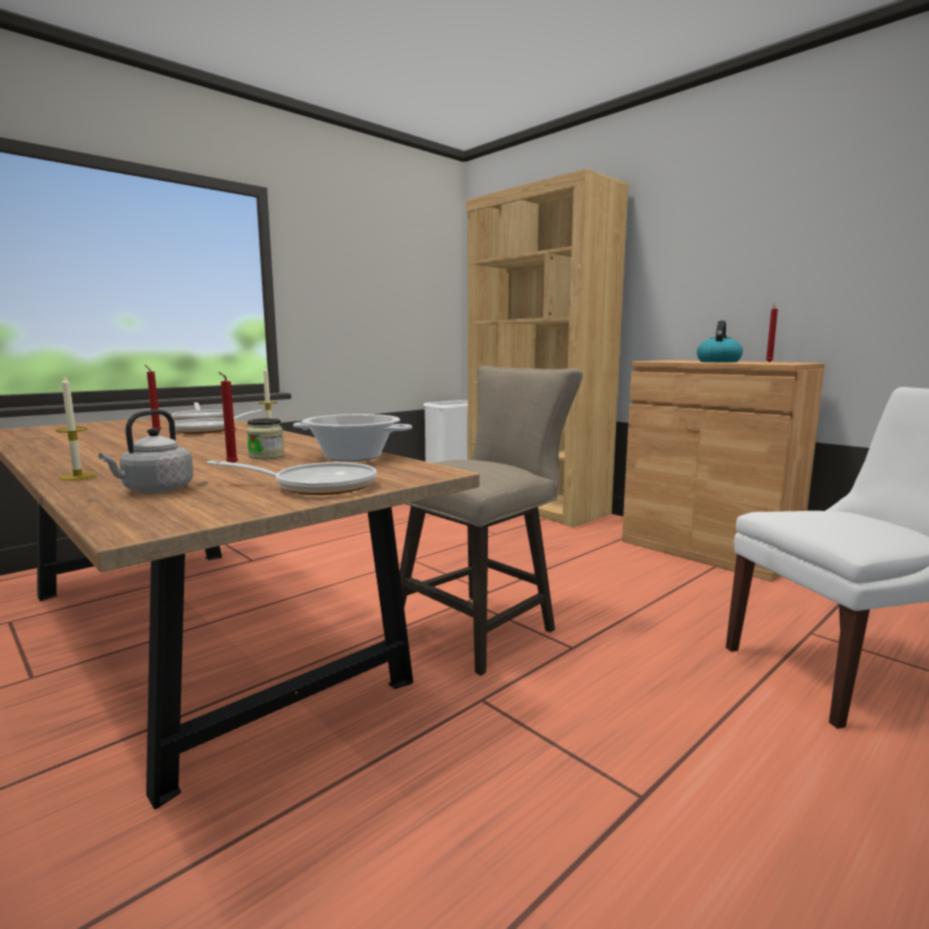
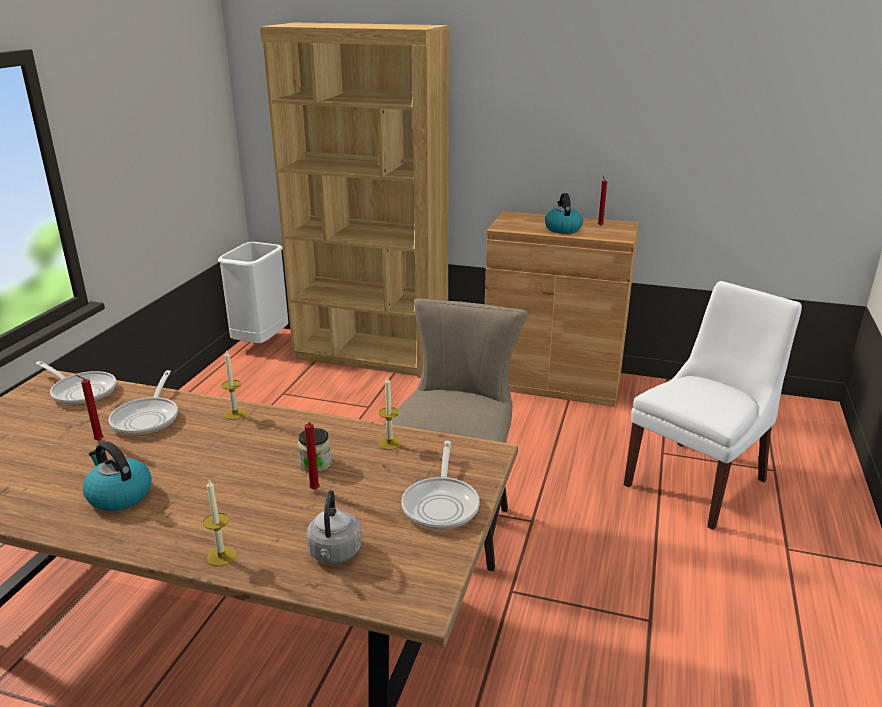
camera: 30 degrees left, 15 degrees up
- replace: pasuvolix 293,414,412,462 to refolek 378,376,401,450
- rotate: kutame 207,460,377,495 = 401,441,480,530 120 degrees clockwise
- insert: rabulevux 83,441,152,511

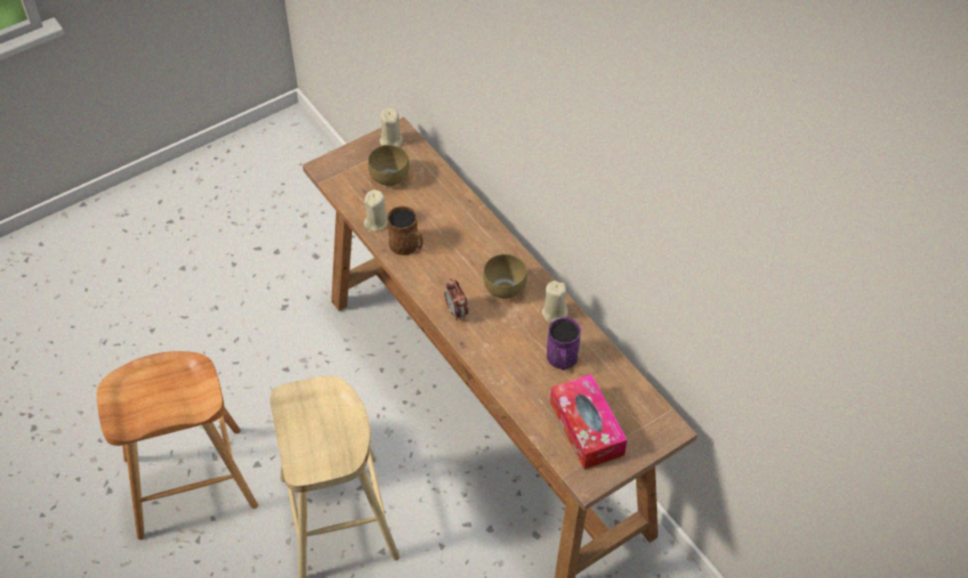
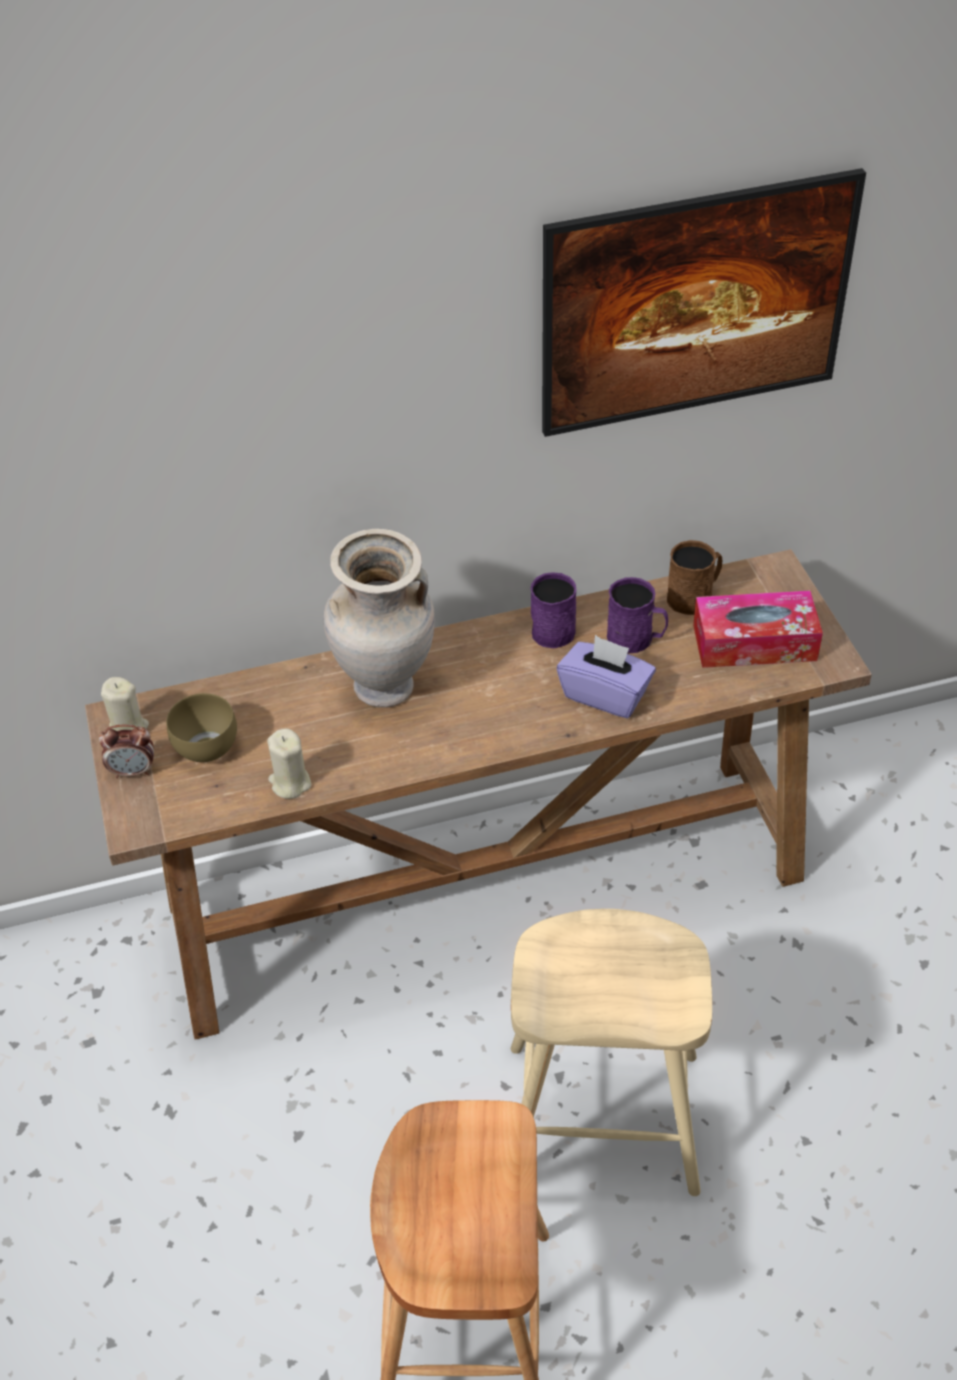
camera: 70 degrees left, 5 degrees down
- move: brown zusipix 387,206,423,255 to 667,540,722,615
- delete: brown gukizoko 483,254,527,299
- move: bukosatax 444,278,469,321 to 99,724,154,778
- replace: beige refolek 542,280,568,322 to purple zusipix 531,572,576,648
- insert: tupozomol 542,168,866,437
- insert: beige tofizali 323,529,435,708
- insert: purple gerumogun 557,635,656,718

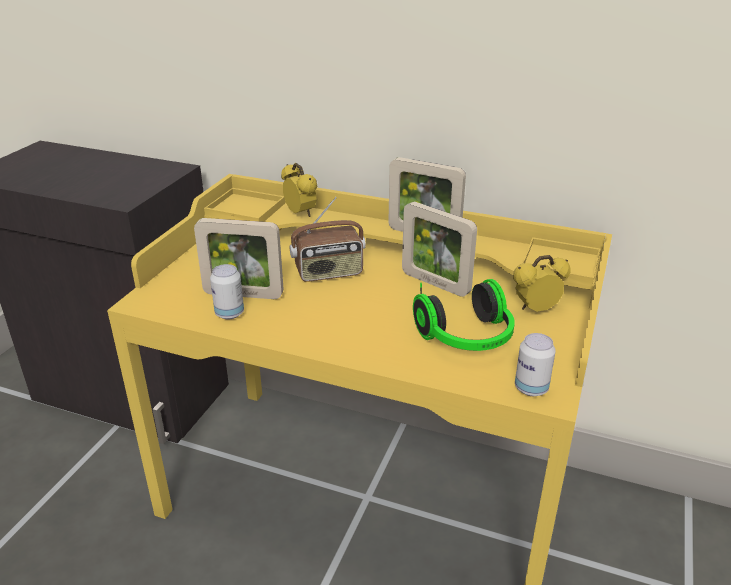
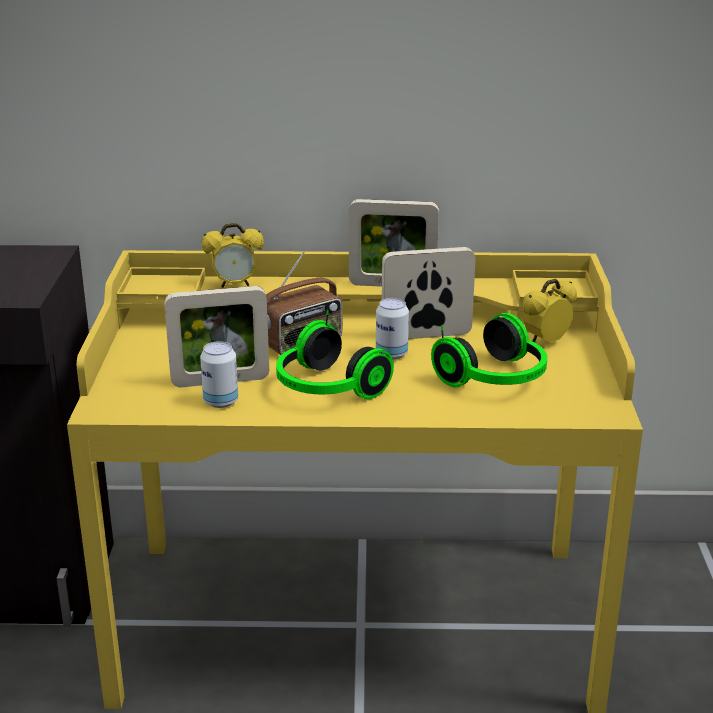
camera: 20 degrees left, 5 degrees down
- rotate: bukosatax 281,163,317,217 = 202,223,264,288 135 degrees clockwise
- rotate: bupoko 402,202,477,297 = 382,247,476,339 150 degrees clockwise
- move: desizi 515,333,556,396 to 376,298,409,359
- insert: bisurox 276,309,394,399

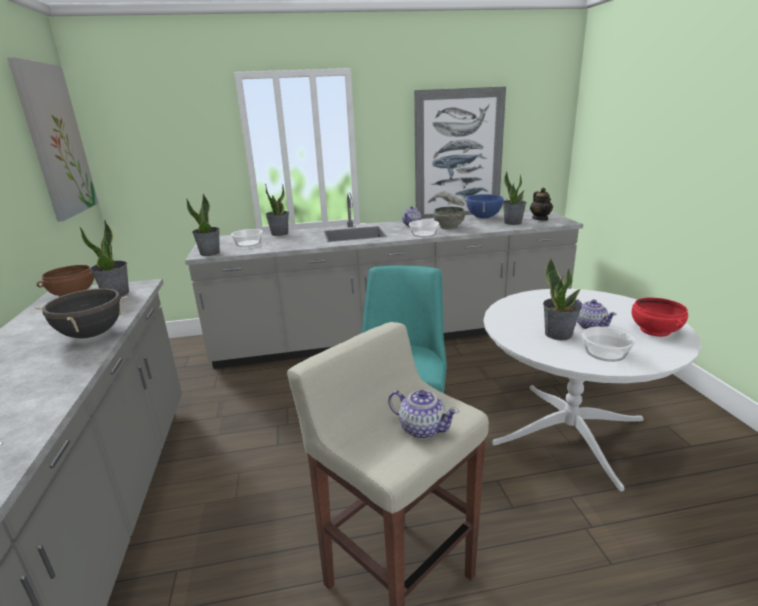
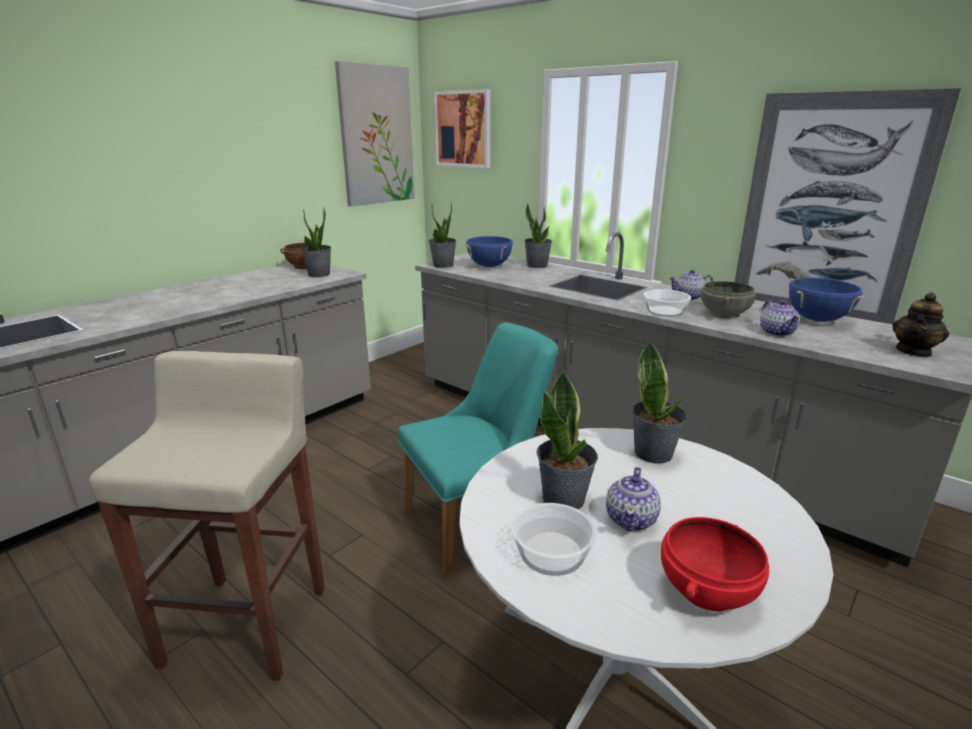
camera: 50 degrees right, 0 degrees up
- move: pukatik 503,171,527,225 to 632,340,687,464
- replace: gukizoko 231,229,263,247 to blue pasuvolix 464,236,514,267
- delete: black pasuvolix 35,288,128,338
- move: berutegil 388,390,459,439 to 760,300,801,337
- insert: tupozomol 434,89,491,168

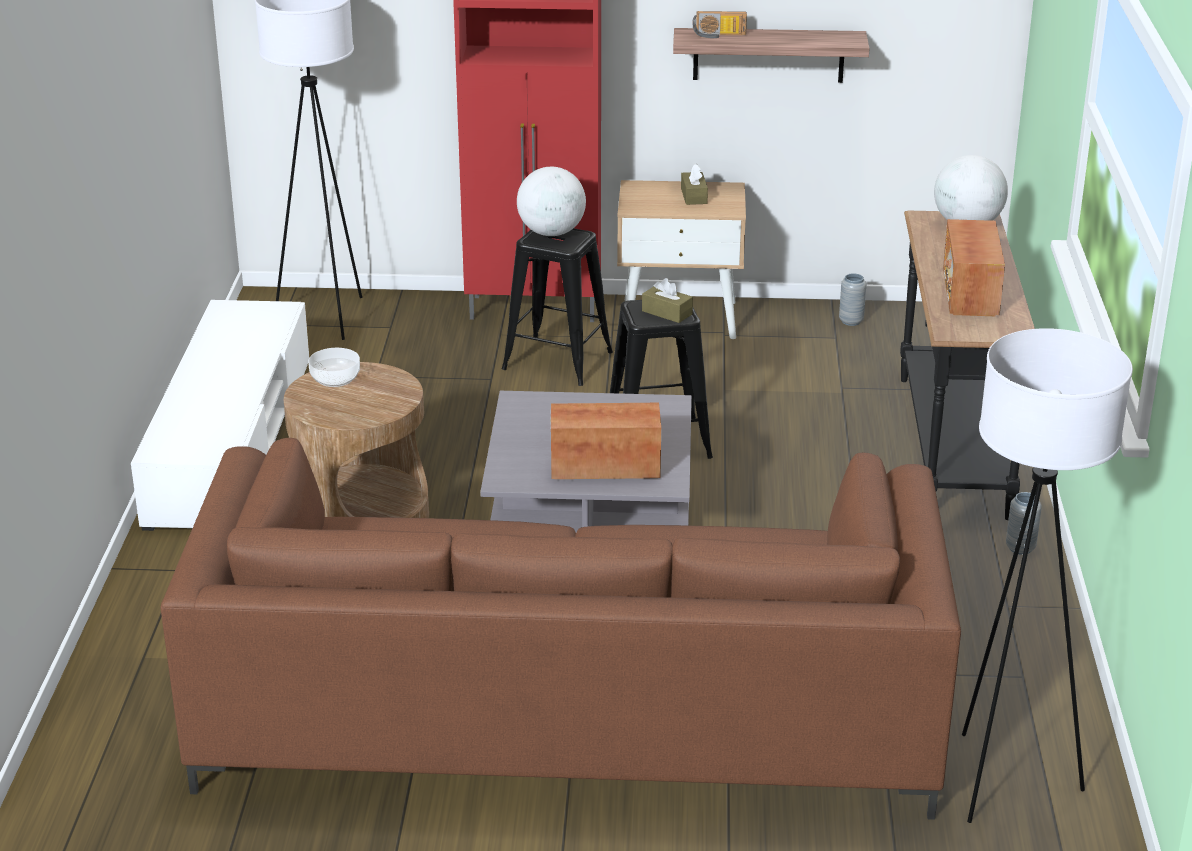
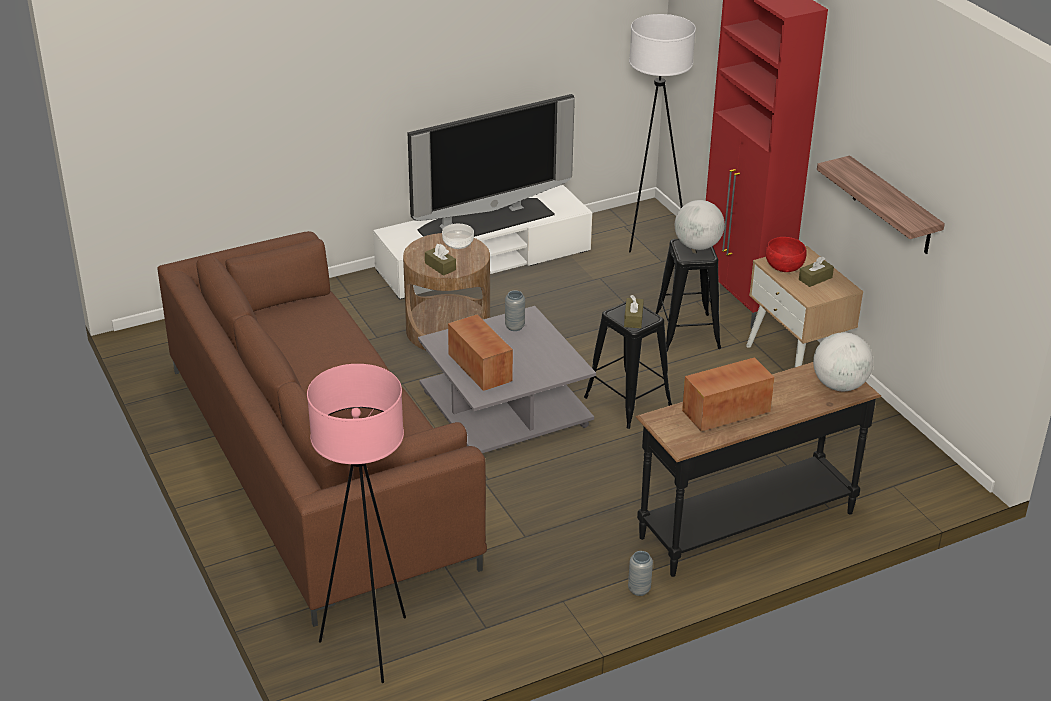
camera: 60 degrees right, 5 degrees up
- delete: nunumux 692,11,747,38
- move: grey tofizali 839,273,866,326 to 505,290,525,331
- recolor: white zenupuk 962,328,1133,823 to pink zenupuk 307,364,406,683
- insert: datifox 408,94,575,237
- insert: red gukizoko 765,237,807,272
- insert: brown gerumogun 425,244,456,276

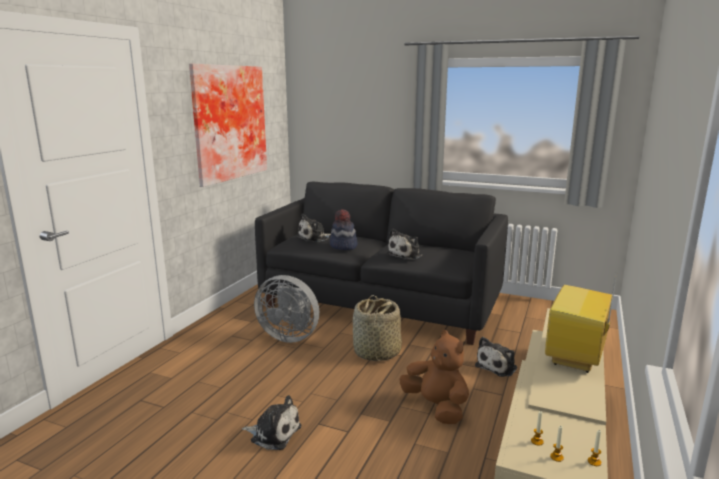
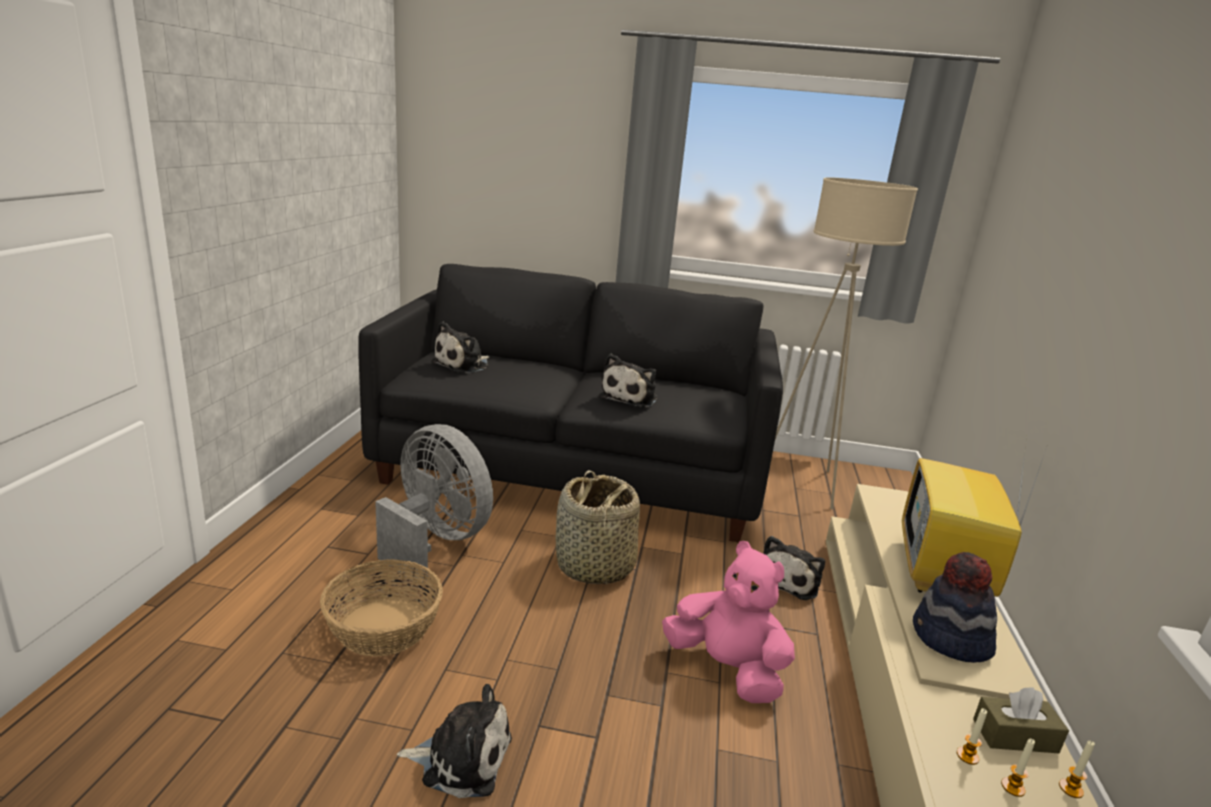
camera: 15 degrees left, 5 degrees up
- delete: tupozomol 189,64,267,187
- move: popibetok 330,209,357,250 to 913,552,997,663
- rotate: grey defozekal 254,275,319,343 = 375,424,493,582 150 degrees counterclockwise
- recolor: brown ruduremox 400,330,469,424 to pink ruduremox 662,541,795,703
- insert: beige zenupuk 775,178,918,509
- insert: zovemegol 320,559,443,657
- insert: brown gerumogun 973,688,1069,753

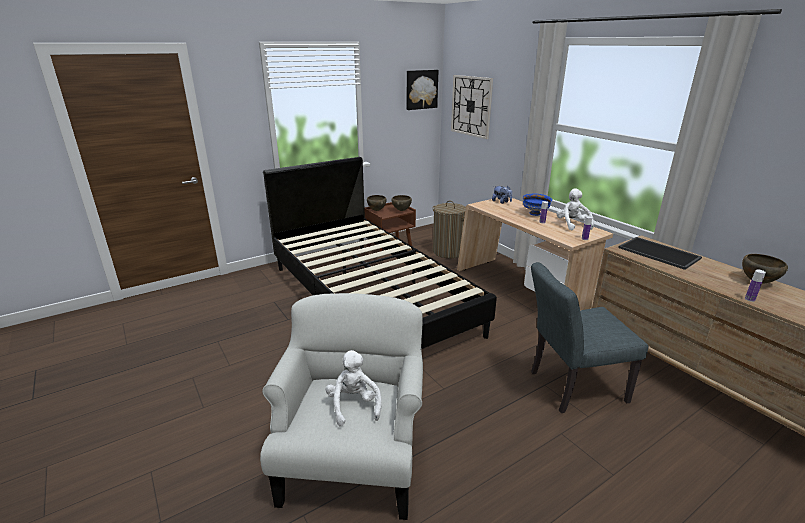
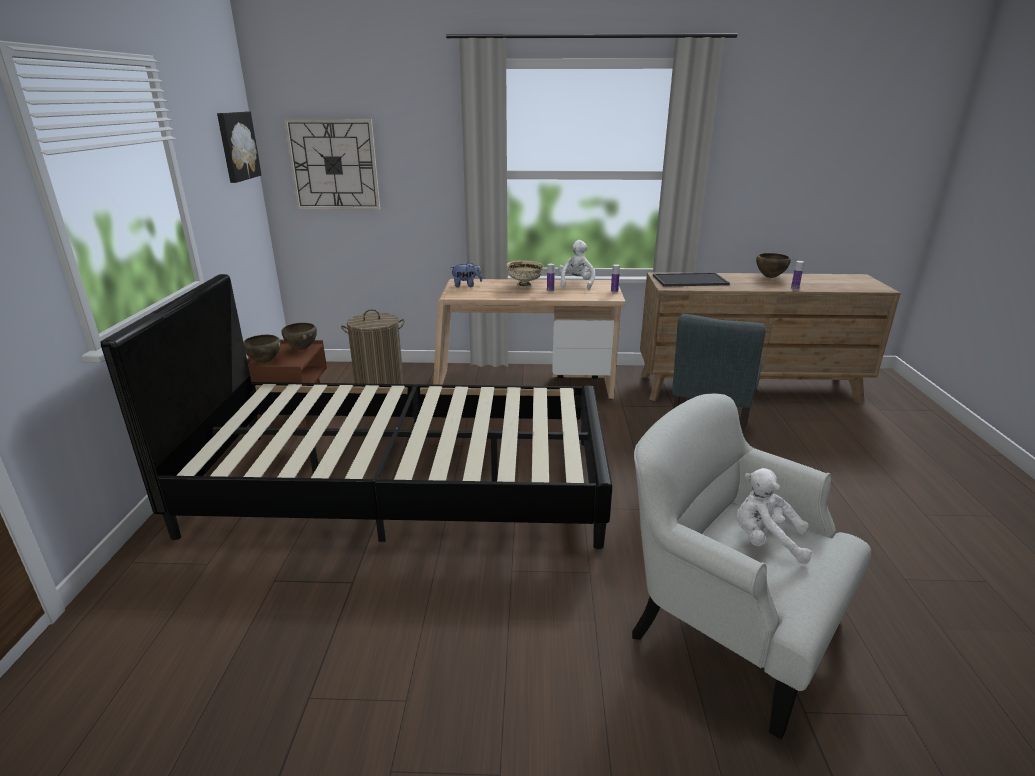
camera: 55 degrees left, 0 degrees up
- rotate: white ruduremox 556,188,594,231 = 558,240,595,290 75 degrees clockwise
- recolor: blue gukizoko 523,194,552,216 to beige gukizoko 507,260,544,288

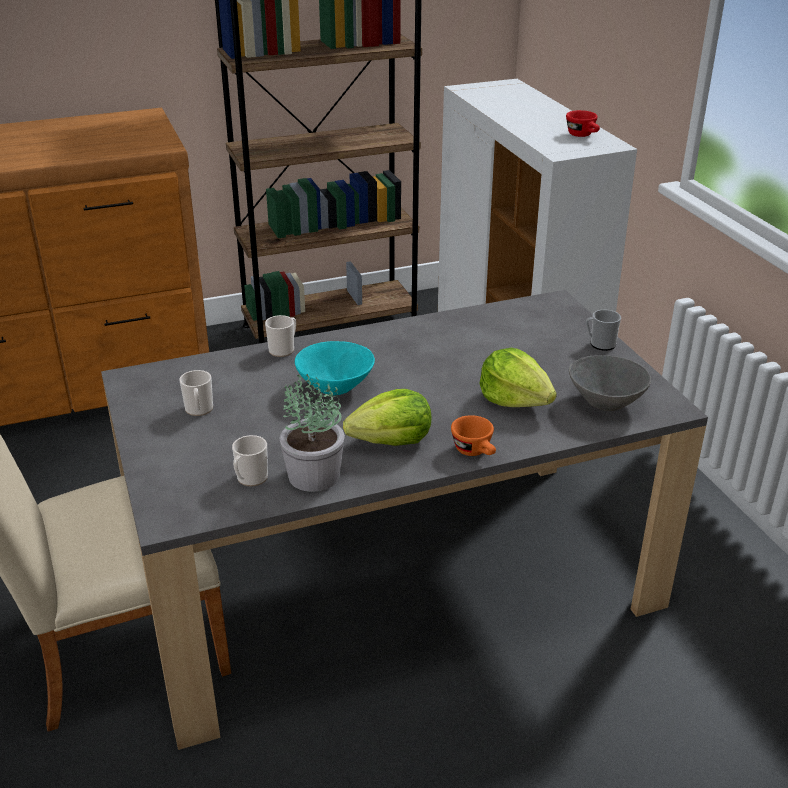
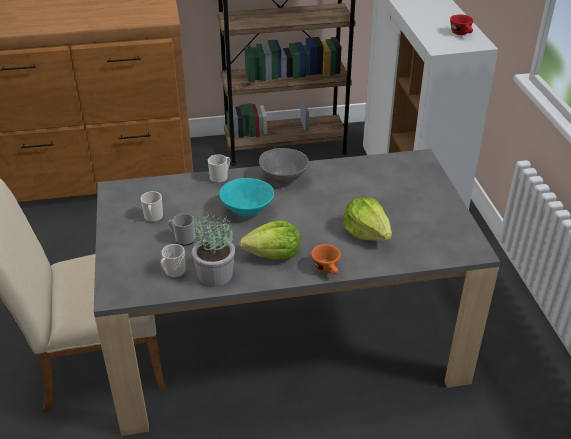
camera: 10 degrees right, 5 degrees up
- move: zusipix 586,310,621,351 to 168,214,195,246
- move: grey gukizoko 569,355,651,411 to 259,148,309,184

